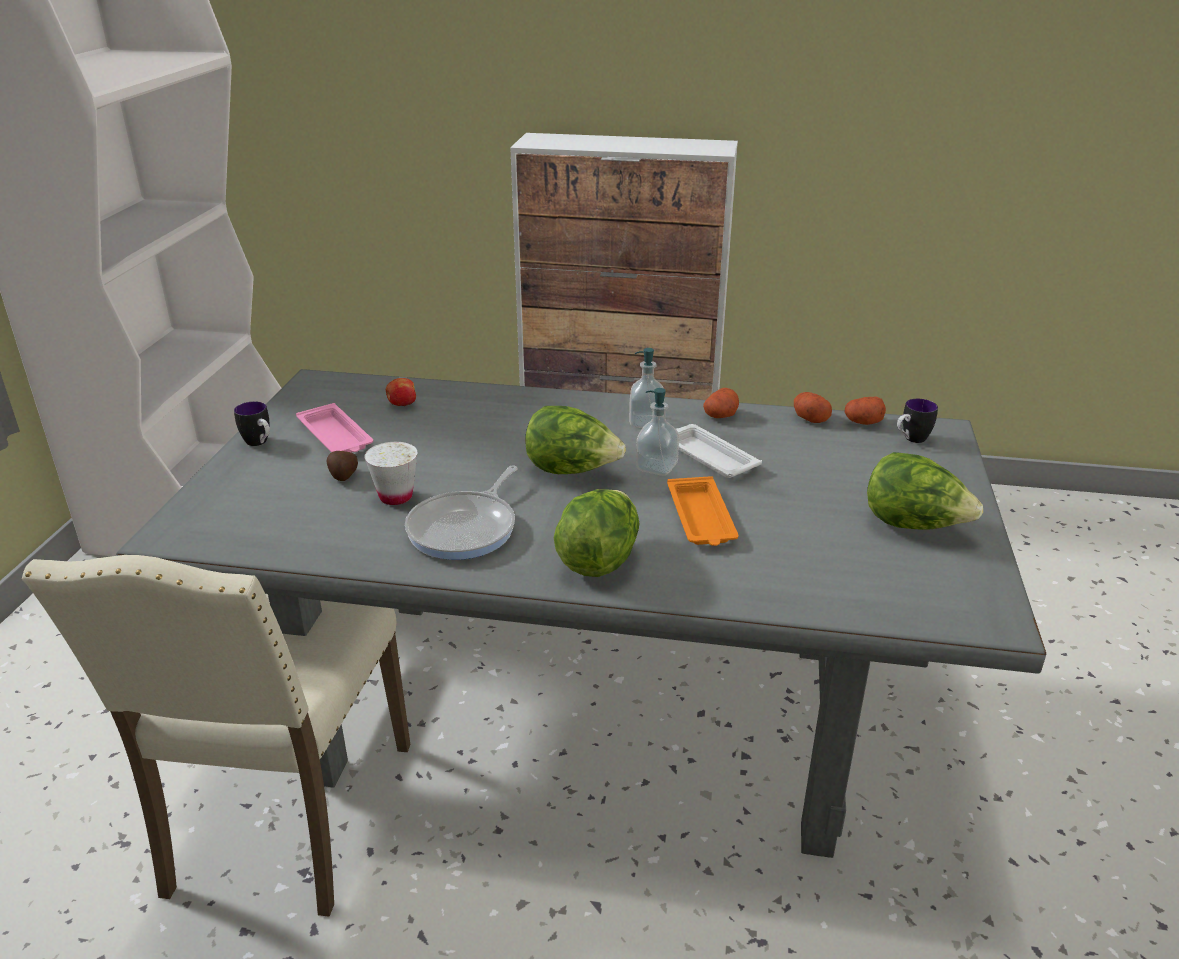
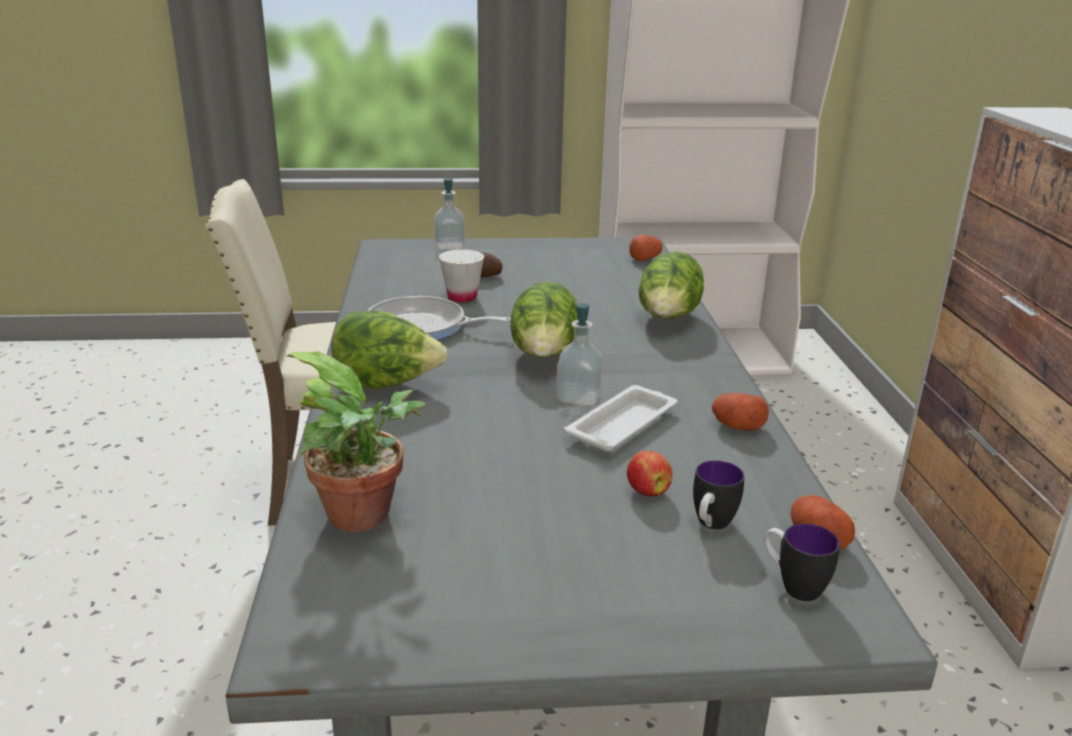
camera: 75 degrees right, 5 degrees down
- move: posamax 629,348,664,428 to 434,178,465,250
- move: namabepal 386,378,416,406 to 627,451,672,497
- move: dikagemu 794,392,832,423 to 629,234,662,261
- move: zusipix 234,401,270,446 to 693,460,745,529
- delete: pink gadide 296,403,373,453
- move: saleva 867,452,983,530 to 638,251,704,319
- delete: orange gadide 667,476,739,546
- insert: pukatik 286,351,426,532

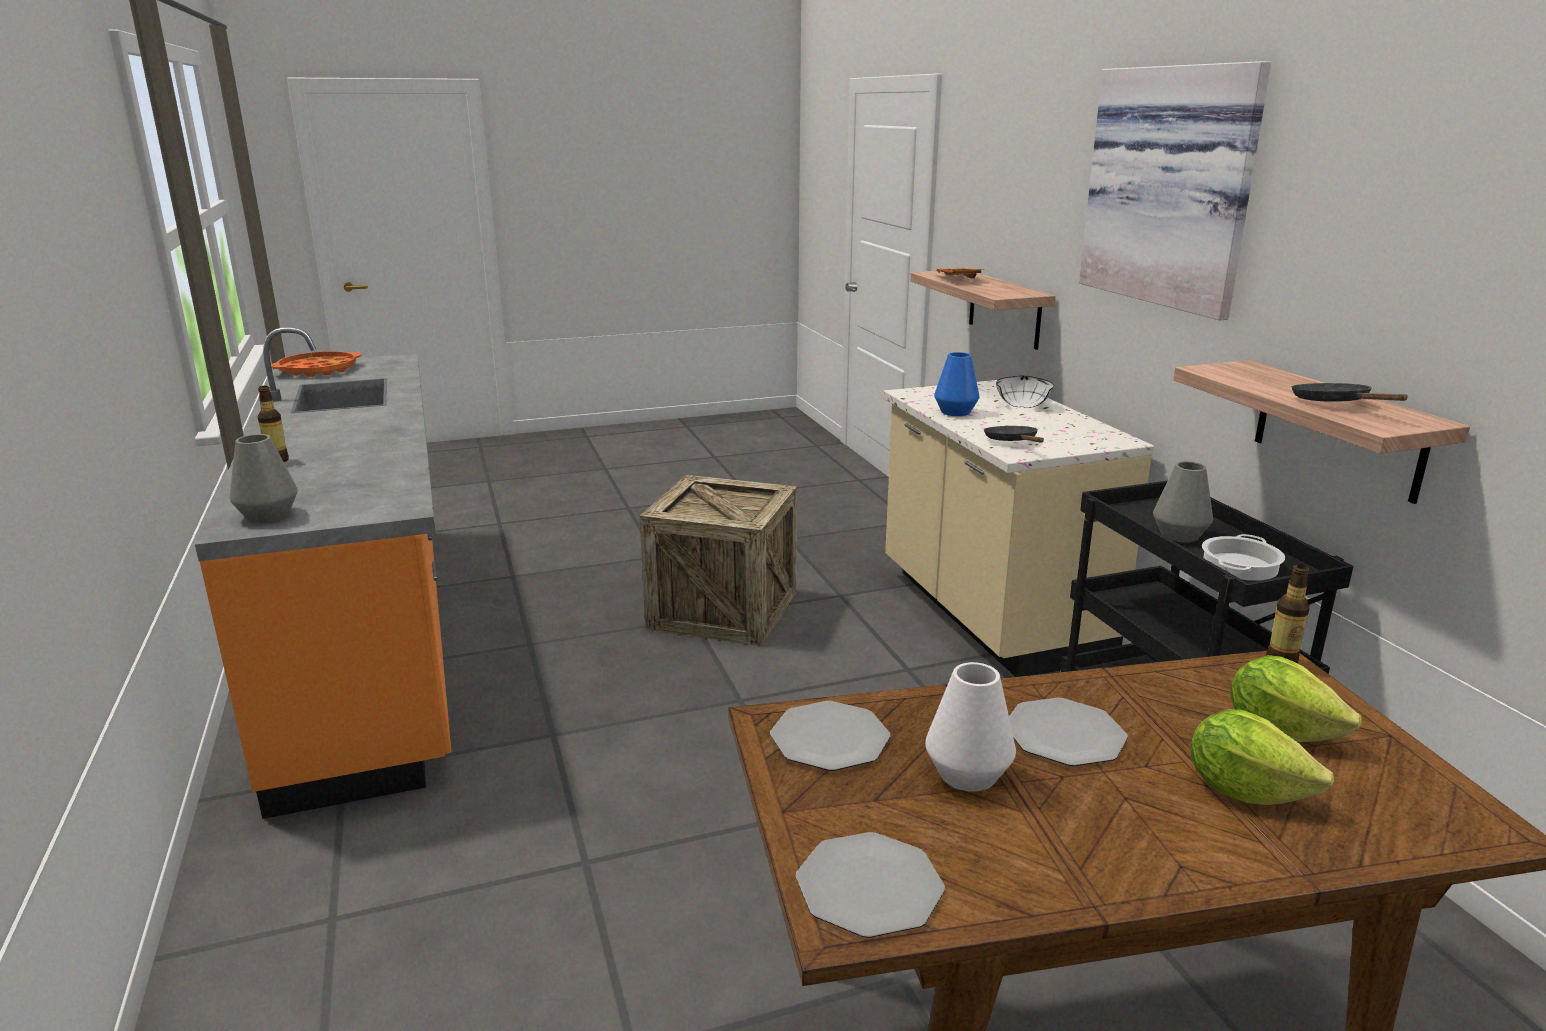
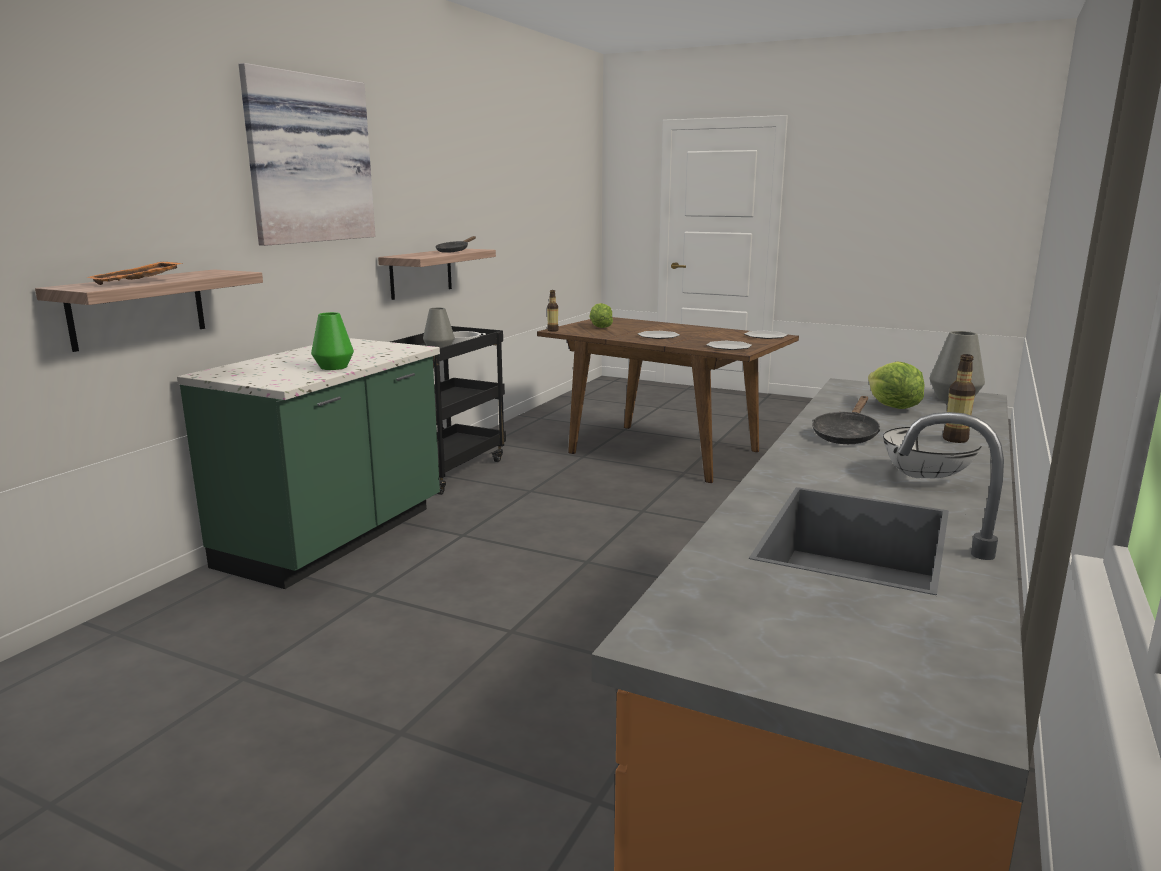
camera: 135 degrees left, 5 degrees down
- delete: orange gadide 271,351,362,377
- recolor: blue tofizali 934,352,980,416 to green tofizali 311,312,354,370
- move: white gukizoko 996,375,1054,408 to 883,427,982,478
- recolor: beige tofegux 883,380,1154,677 to green tofegux 177,338,440,589
- move: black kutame 984,426,1044,443 to 812,396,880,444
- delete: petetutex 640,475,797,646
- delete: white tofizali 925,662,1016,792
- move: saleva 1191,709,1334,805 to 868,362,924,409

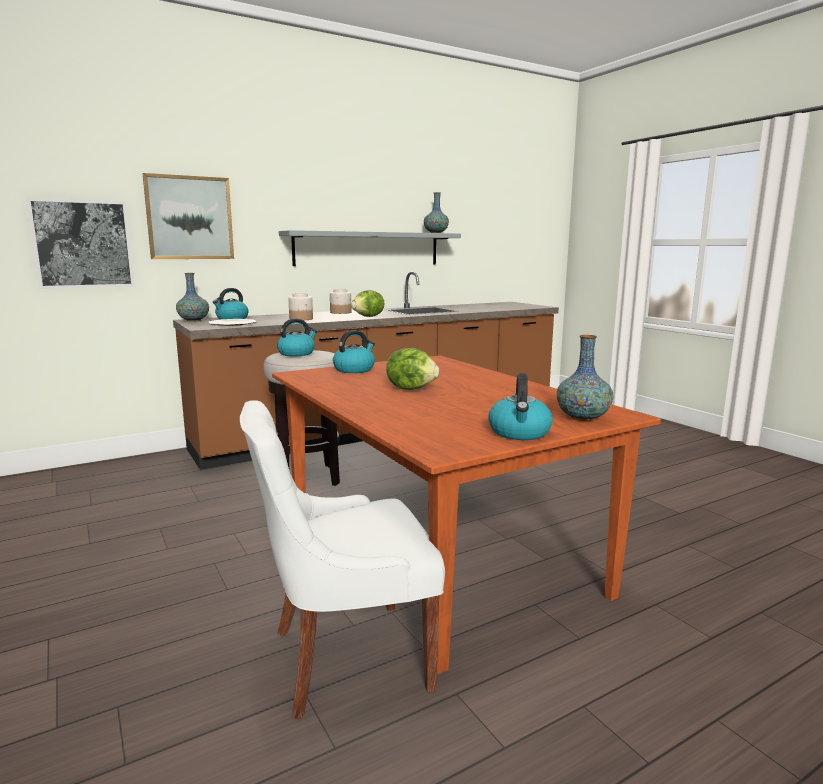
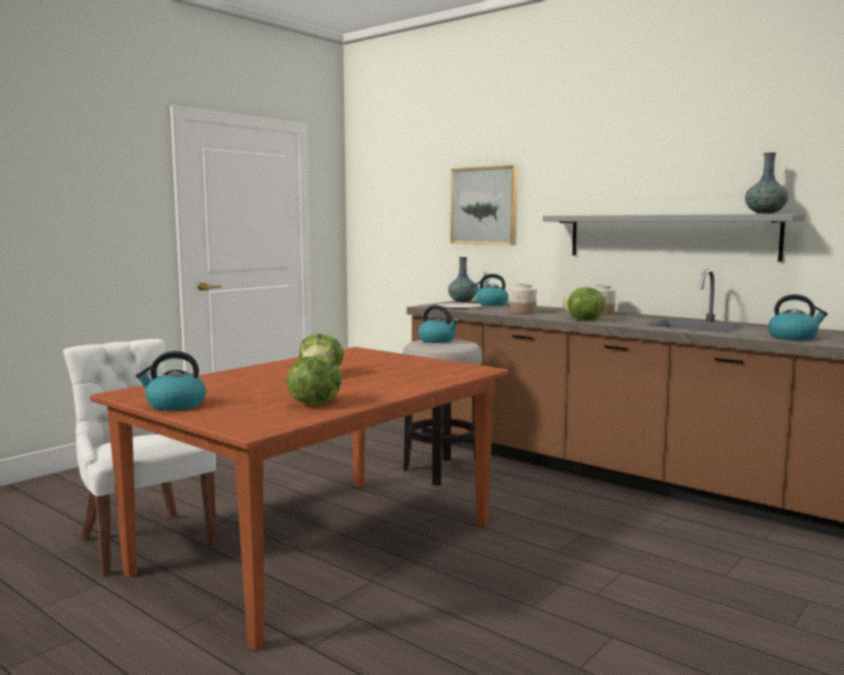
camera: 70 degrees right, 5 degrees down
- delete: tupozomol 26,197,135,289
- move: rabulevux 333,330,375,373 to 768,294,828,340
- delete: tofizali 556,335,613,421
- insert: saleva 286,356,342,405

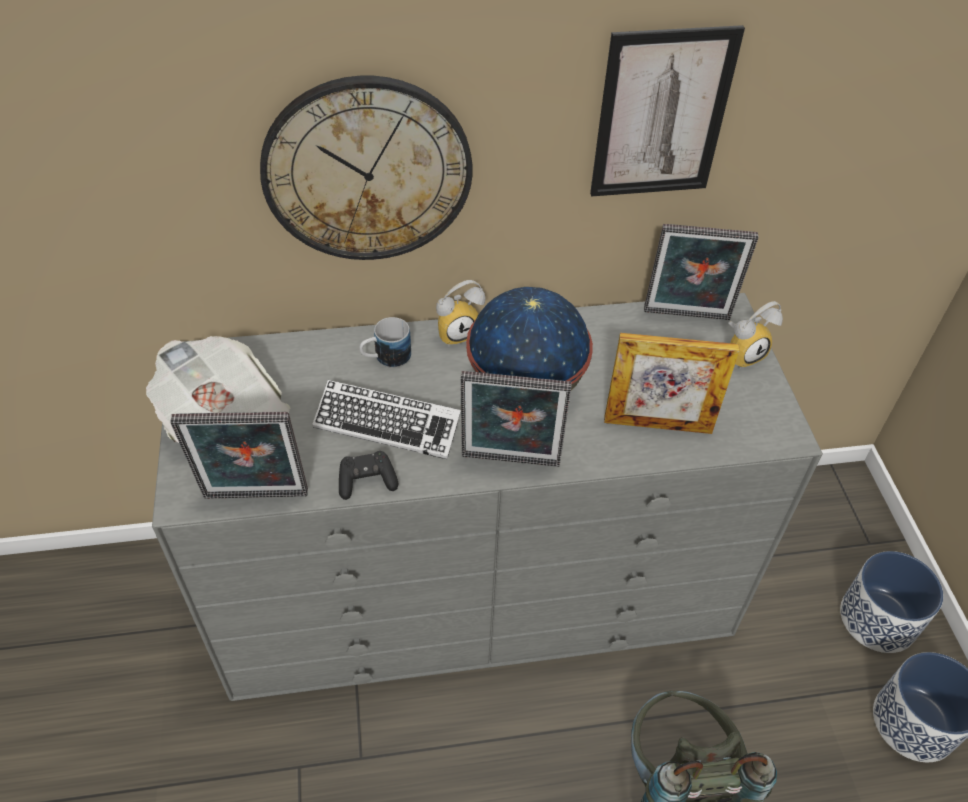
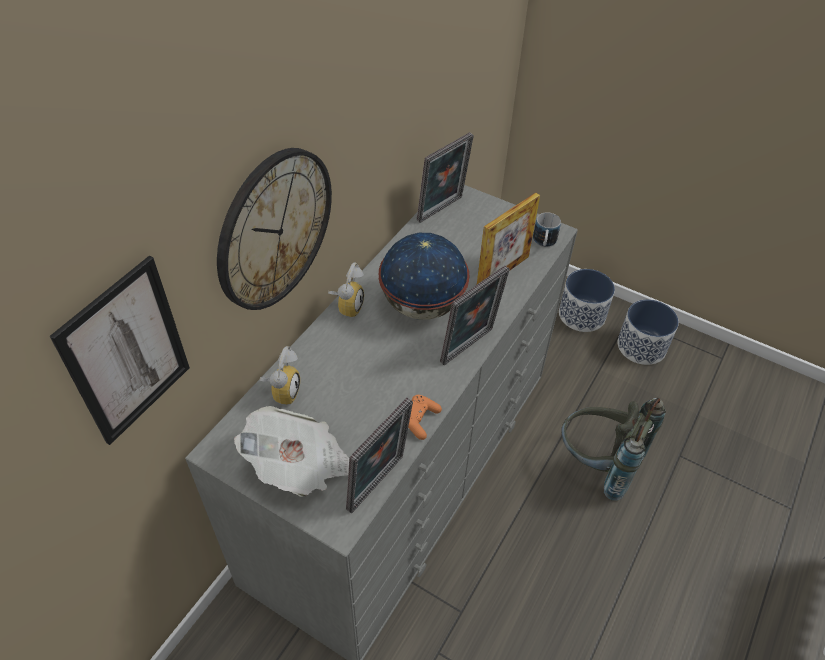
camera: 50 degrees left, 0 degrees up
- move: tupozomol 590,25,745,197 to 50,255,190,445
- move: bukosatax 728,301,783,369 to 260,346,300,405
- move: zusipix 359,317,411,368 to 533,212,561,247
- delete: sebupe 312,380,461,460
- recolor: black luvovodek 339,451,398,500 to orange luvovodek 408,395,442,440

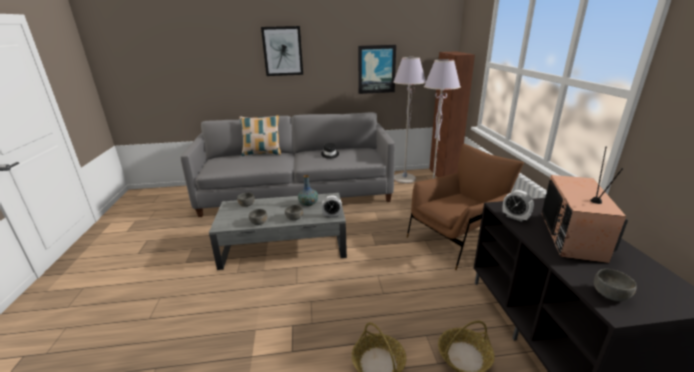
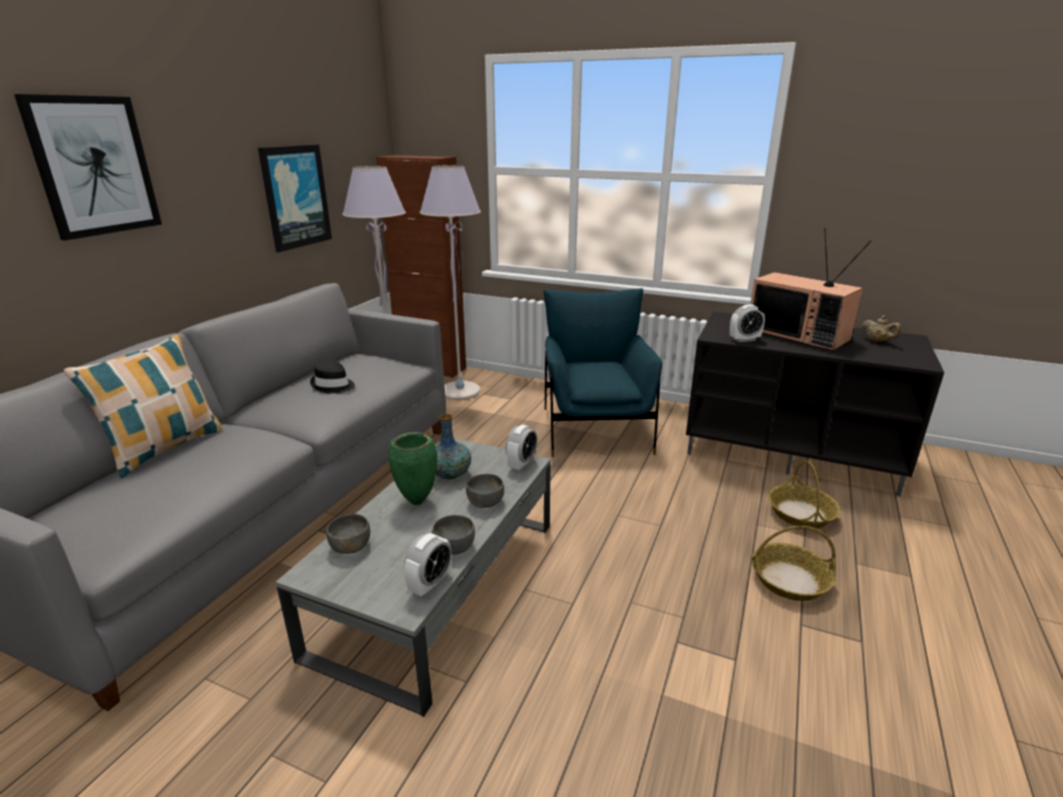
camera: 60 degrees left, 0 degrees up
- recolor: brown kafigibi 407,144,524,270 to blue kafigibi 544,288,662,457
- delete: grey gukizoko 594,269,636,301
- insert: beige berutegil 862,316,901,342
- insert: green tofizali 388,432,437,505
- insert: bukosatax 404,533,451,597

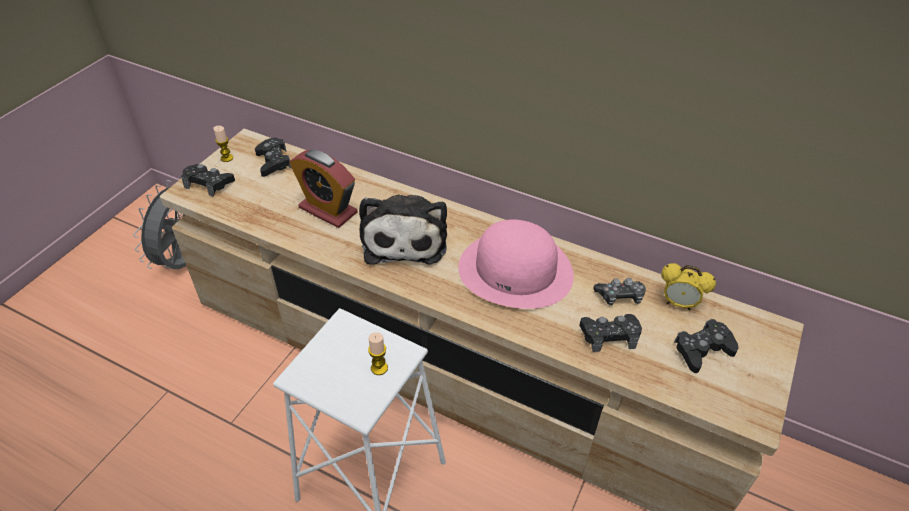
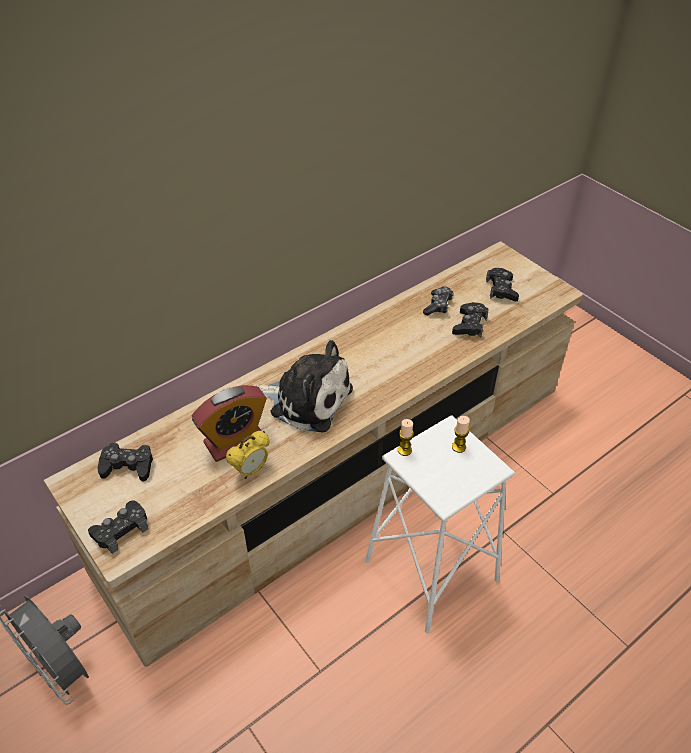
camera: 65 degrees left, 0 degrees up
- move: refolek 213,126,233,162 to 398,419,414,456
- delete: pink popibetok 458,220,574,309
- move: bukosatax 661,263,716,310 to 226,431,269,479

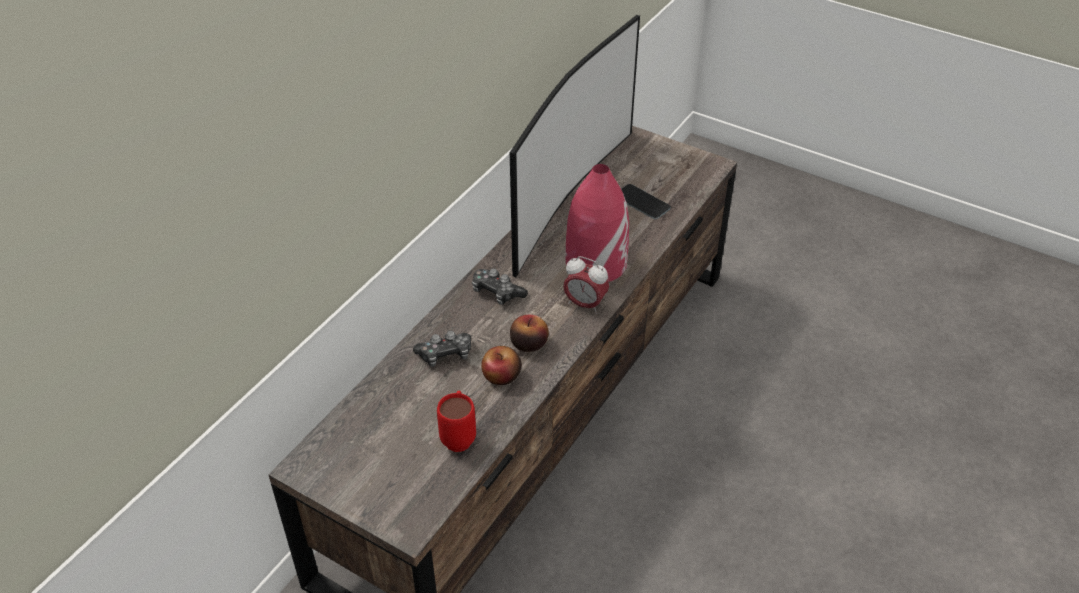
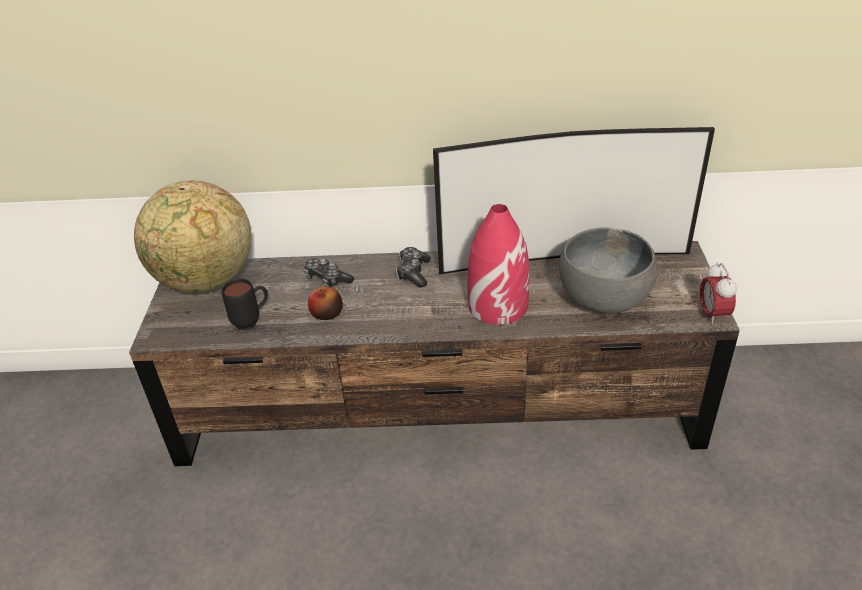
camera: 60 degrees right, 5 degrees down
- replace: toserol 621,184,671,219 to grey gukizoko 559,227,657,314
- move: bukosatax 563,256,609,314 to 700,263,737,325
- delete: namabepal 510,315,549,352
- recolor: red zusipix 437,391,476,452 to black zusipix 222,279,268,330
- insert: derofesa 134,180,252,293

